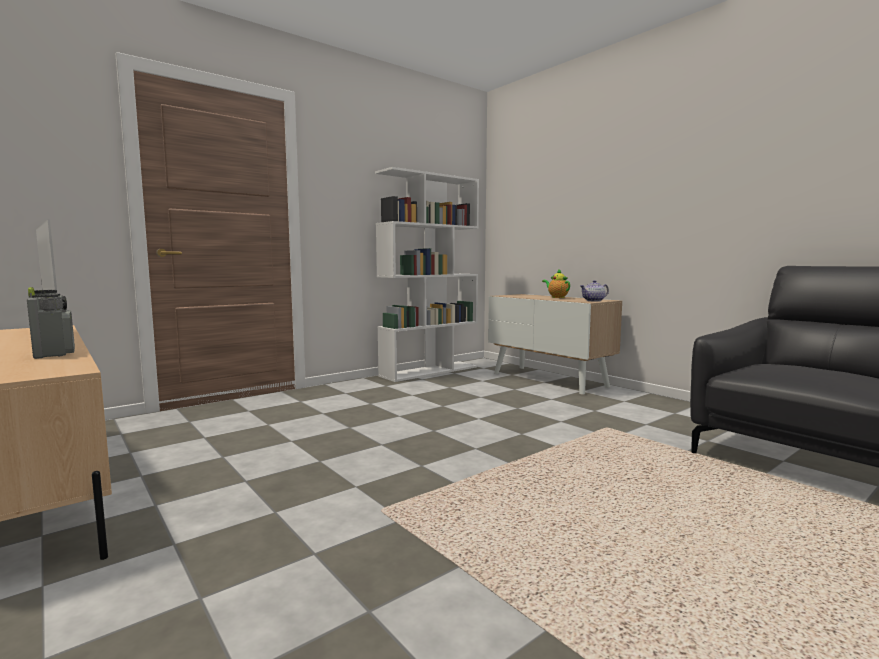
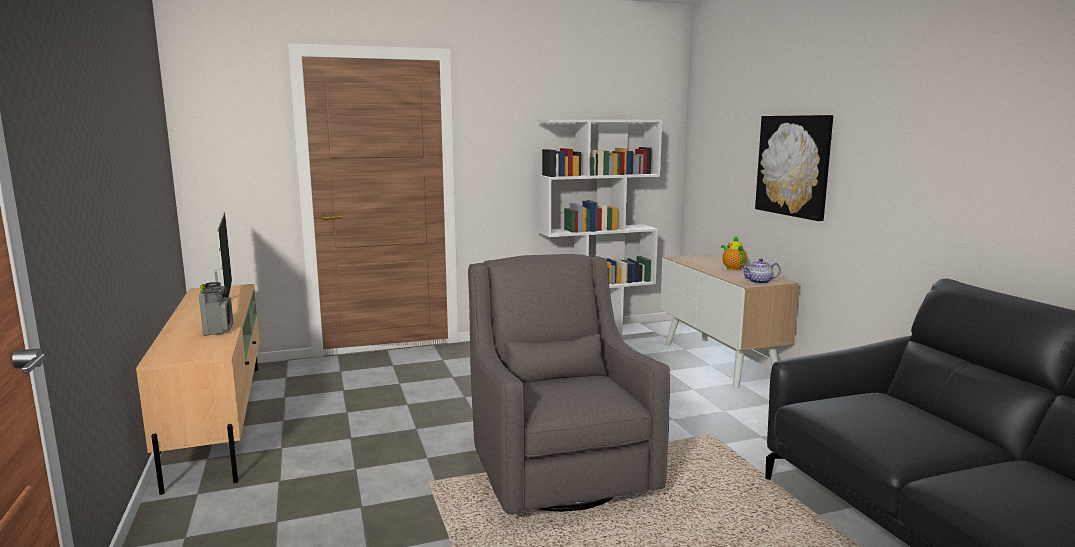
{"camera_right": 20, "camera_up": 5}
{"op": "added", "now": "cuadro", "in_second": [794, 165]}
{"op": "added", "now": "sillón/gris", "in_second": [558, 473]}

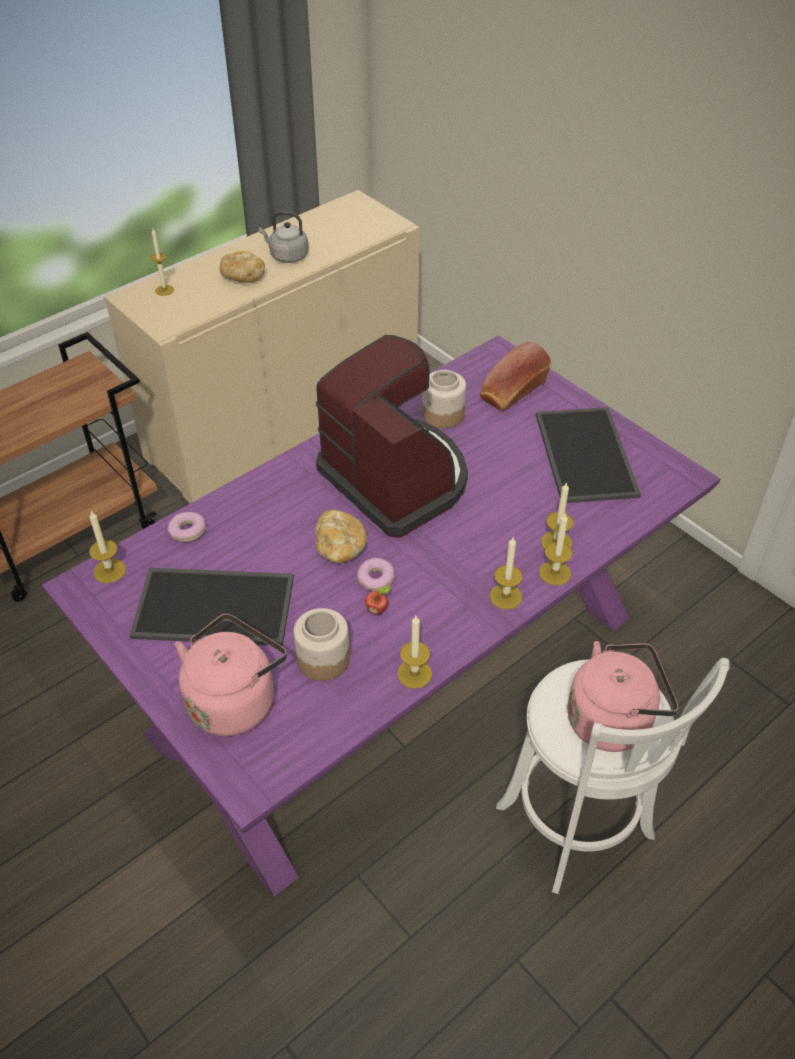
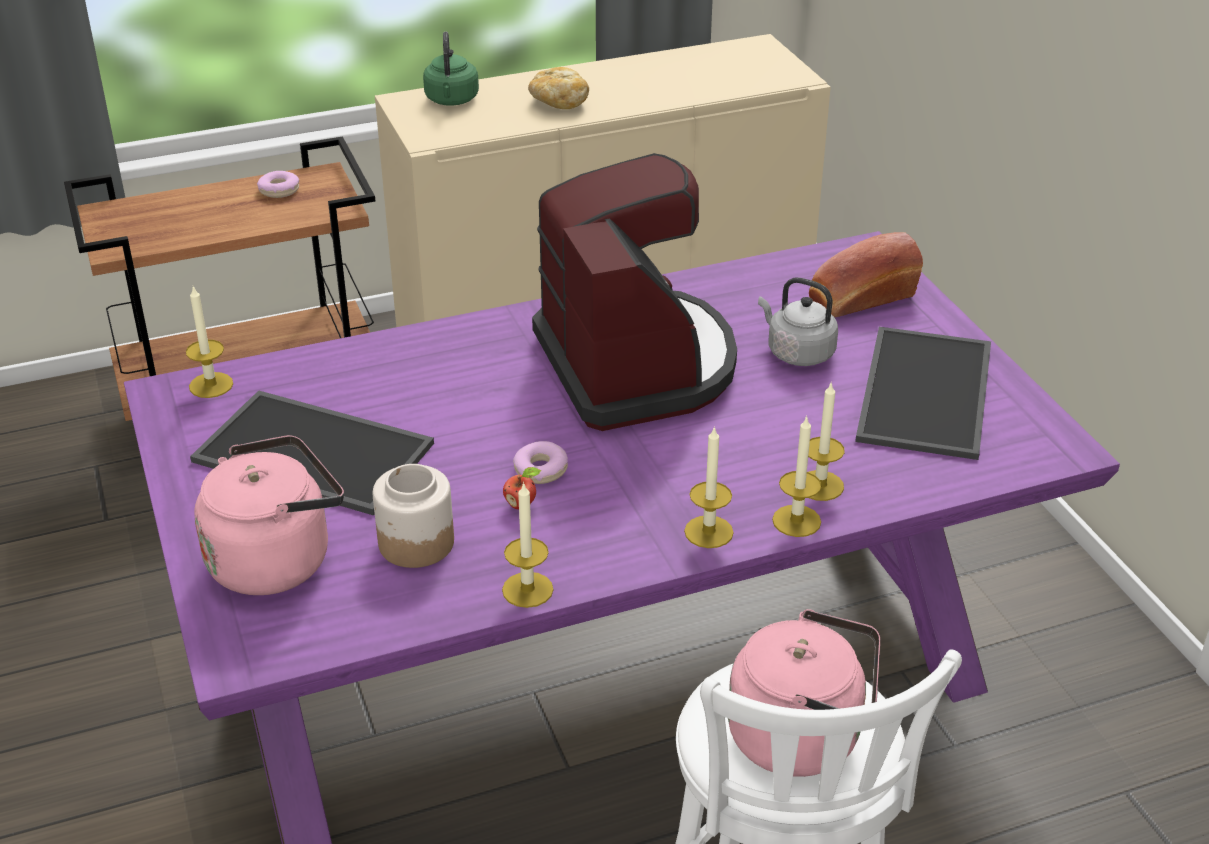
{"camera_right": 20, "camera_up": -10}
{"op": "moved", "was": "hervidor/gris", "in_first": [287, 256], "in_second": [797, 352]}
{"op": "replaced", "was": "vela", "now": "hervidor/verde", "in_first": [164, 290], "in_second": [451, 100]}
{"op": "removed", "was": "tarro", "in_first": [443, 415]}
{"op": "removed", "was": "pan", "in_first": [340, 547]}
{"op": "moved", "was": "rosquilla", "in_first": [187, 531], "in_second": [279, 190]}

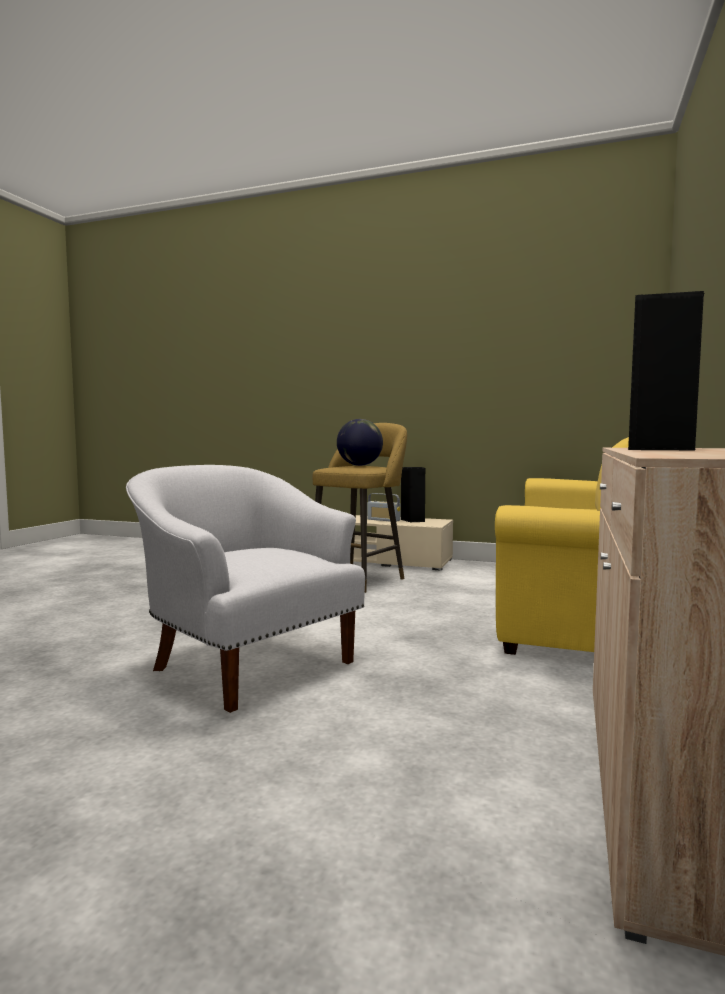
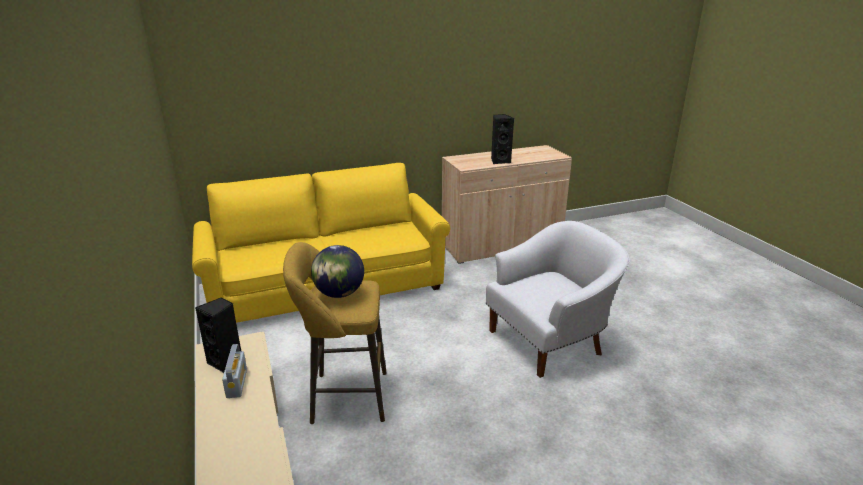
{"camera_right": -130, "camera_up": 20}
{"op": "turned", "was": "sillón/blanco", "in_first": [248, 664], "in_second": [549, 342], "clockwise": -120}

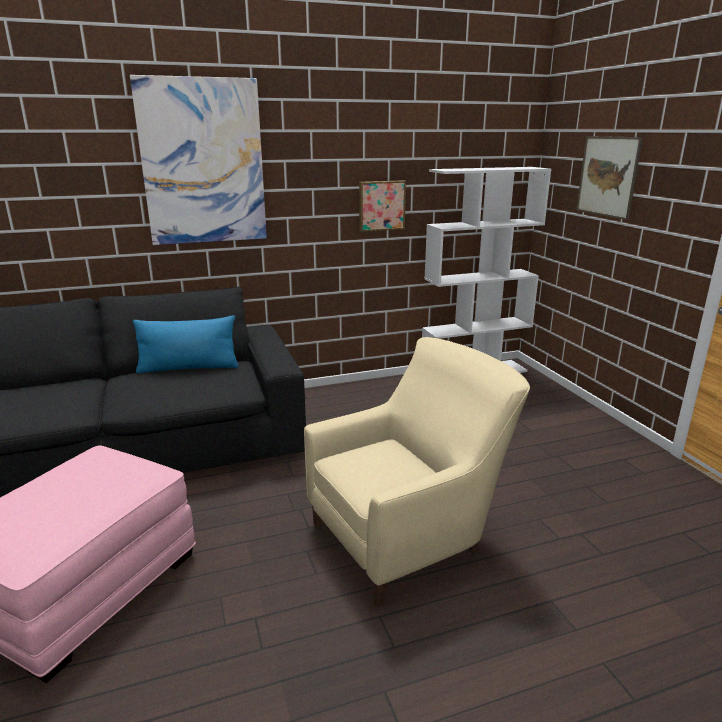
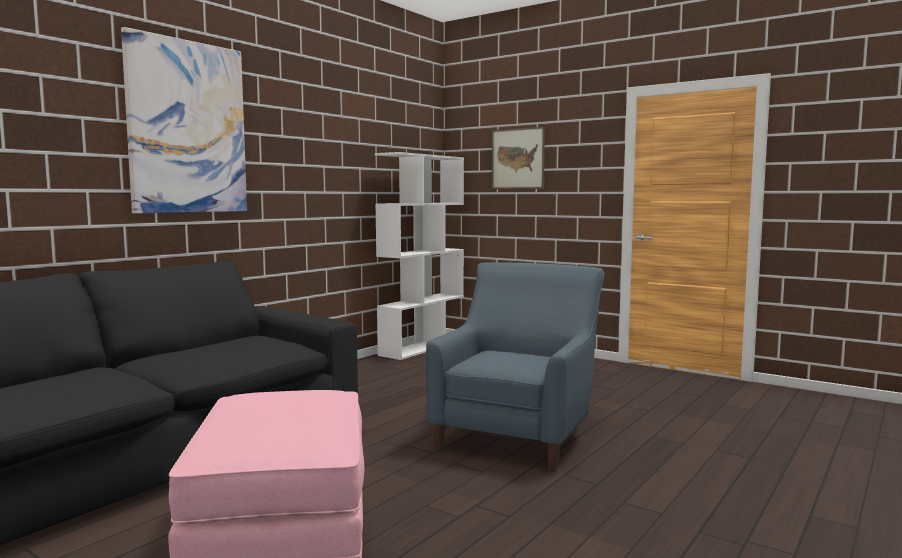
{"camera_right": -35, "camera_up": -15}
{"op": "removed", "was": "cuadro", "in_first": [381, 205]}
{"op": "removed", "was": "cojín/azul", "in_first": [188, 368]}
{"op": "recoloured", "was": "sillón/beis", "now": "sillón/azul", "in_first": [410, 535], "in_second": [519, 435]}

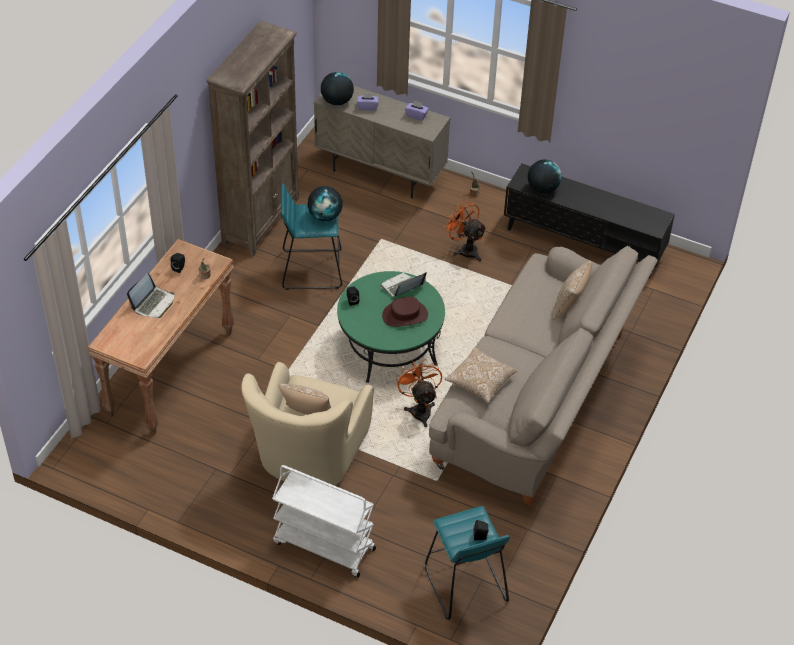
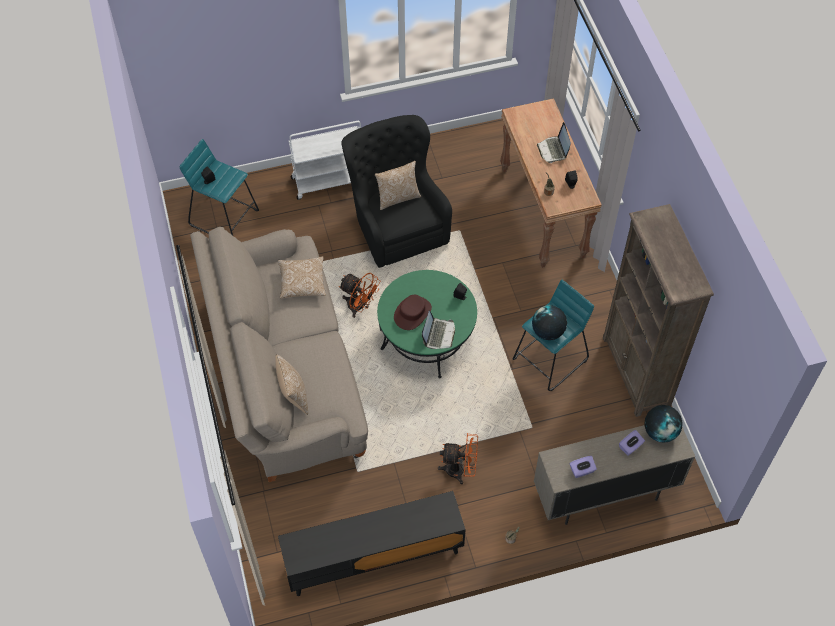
{"camera_right": 140, "camera_up": 10}
{"op": "removed", "was": "globo terráqueo", "in_first": [542, 189]}
{"op": "recoloured", "was": "sillón/beis", "now": "sillón/negro", "in_first": [308, 456], "in_second": [396, 224]}

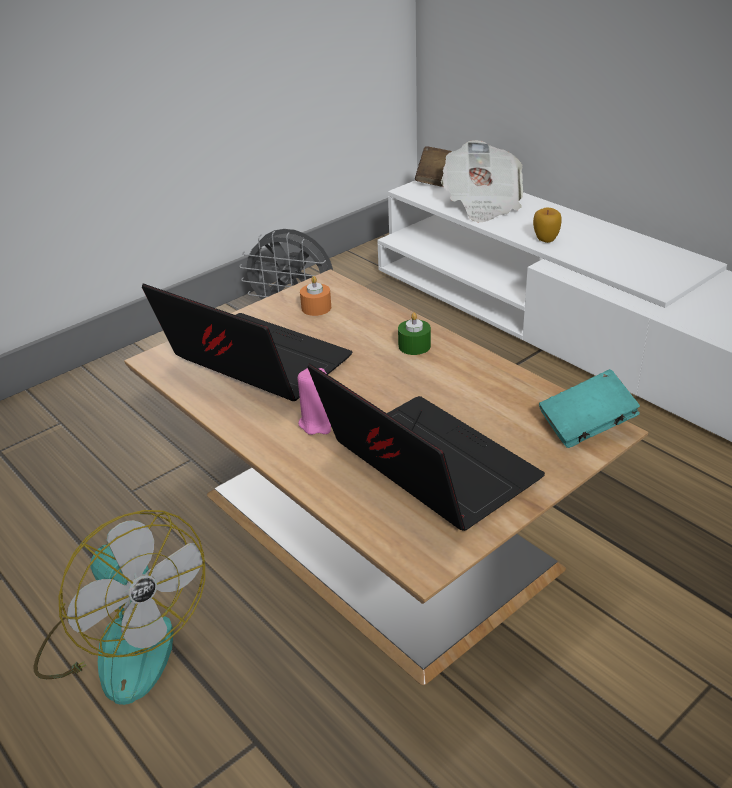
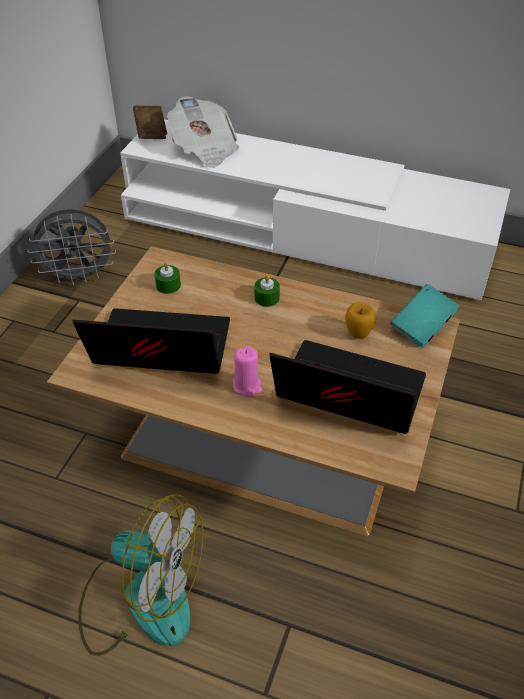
{"camera_right": -30, "camera_up": 10}
{"op": "moved", "was": "manzana", "in_first": [545, 239], "in_second": [358, 333]}
{"op": "recoloured", "was": "vela/naranja", "now": "vela/verde", "in_first": [316, 308], "in_second": [168, 285]}

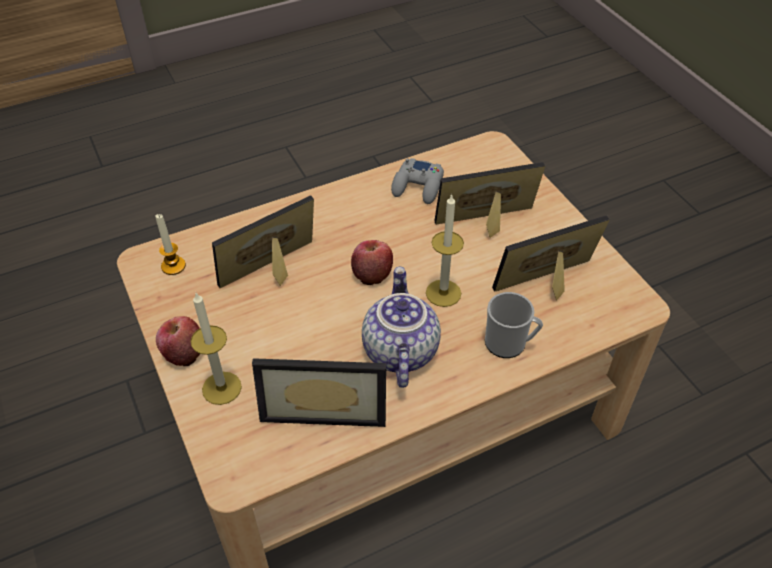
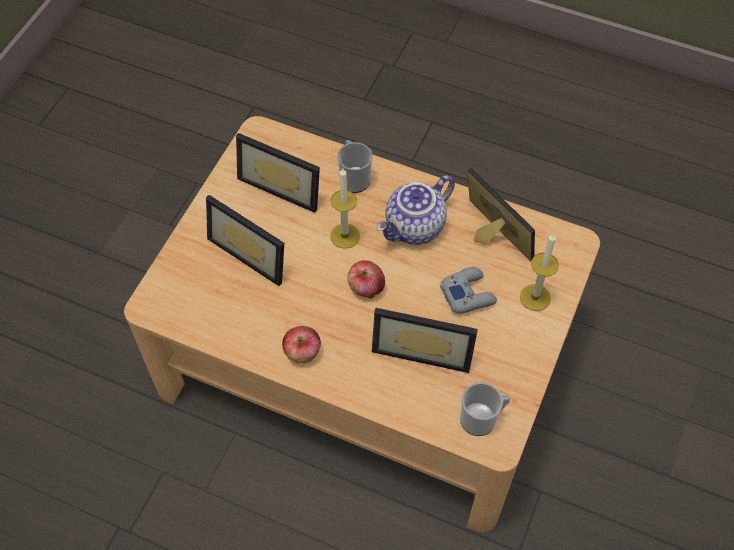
{"camera_right": -130, "camera_up": 10}
{"op": "moved", "was": "mando de consola/gris", "in_first": [418, 186], "in_second": [468, 294]}
{"op": "replaced", "was": "vela", "now": "taza grande", "in_first": [173, 266], "in_second": [482, 419]}
{"op": "moved", "was": "manzana", "in_first": [183, 352], "in_second": [302, 352]}

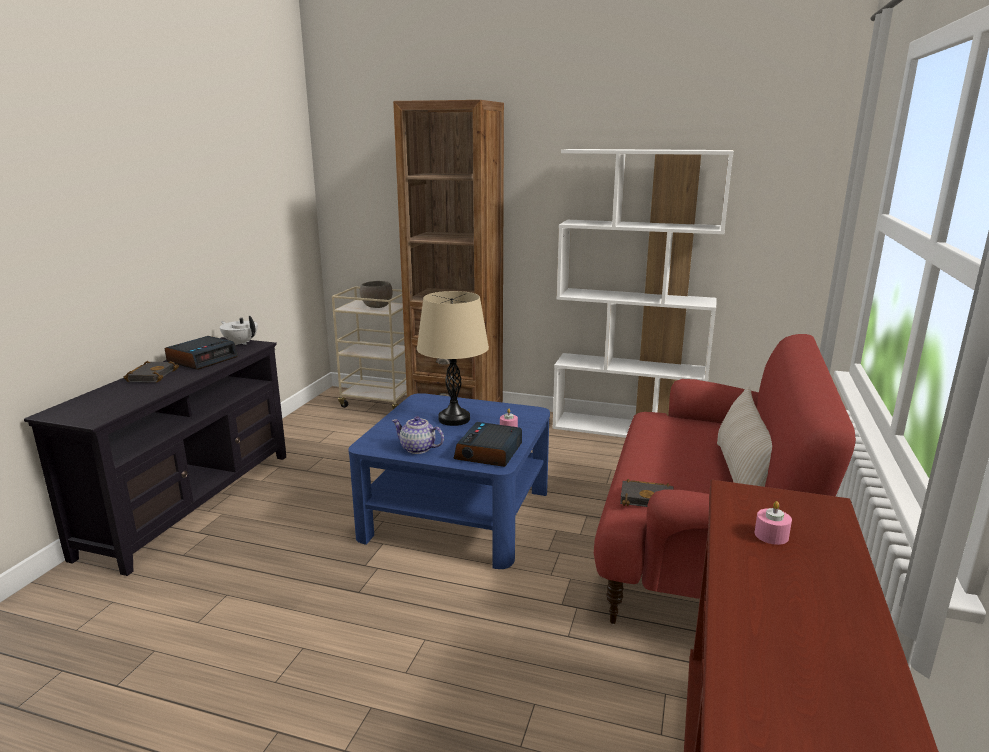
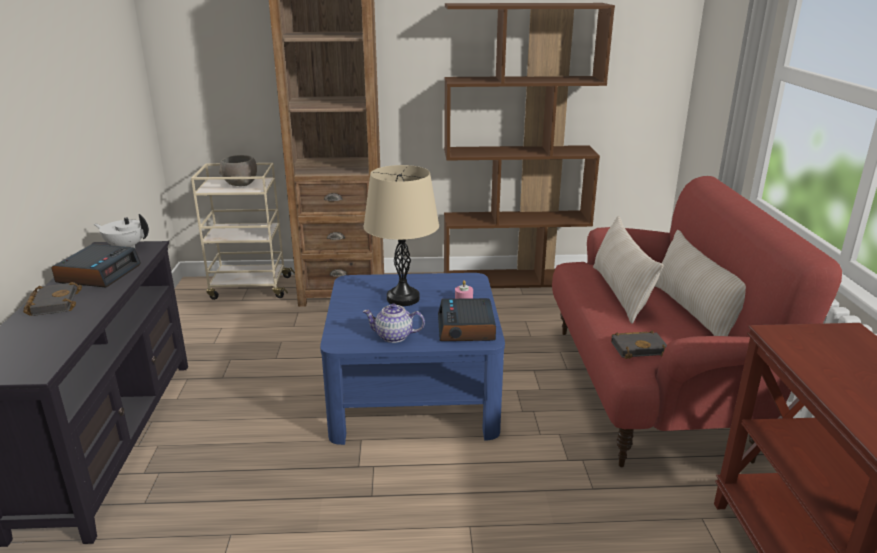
{"camera_right": -20, "camera_up": 5}
{"op": "recoloured", "was": "estantería/blanco", "now": "estantería/marrón", "in_first": [627, 429], "in_second": [514, 279]}
{"op": "removed", "was": "vela/rosa", "in_first": [771, 535]}
{"op": "added", "now": "cojín/beis", "in_second": [620, 293]}

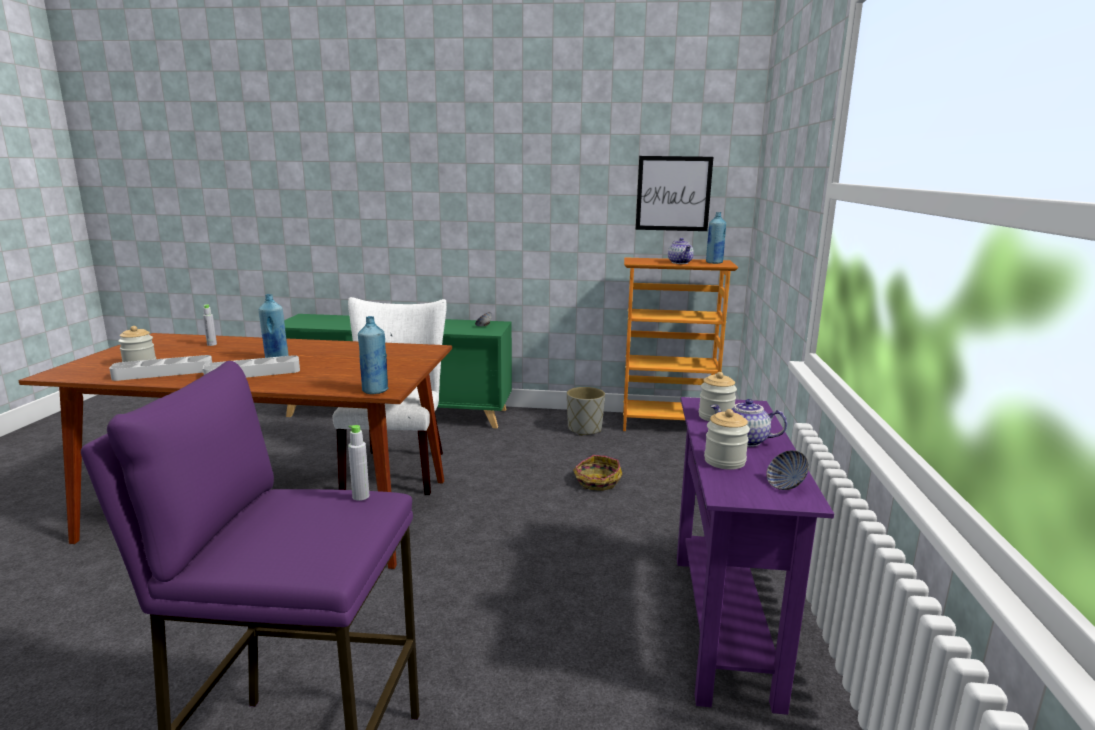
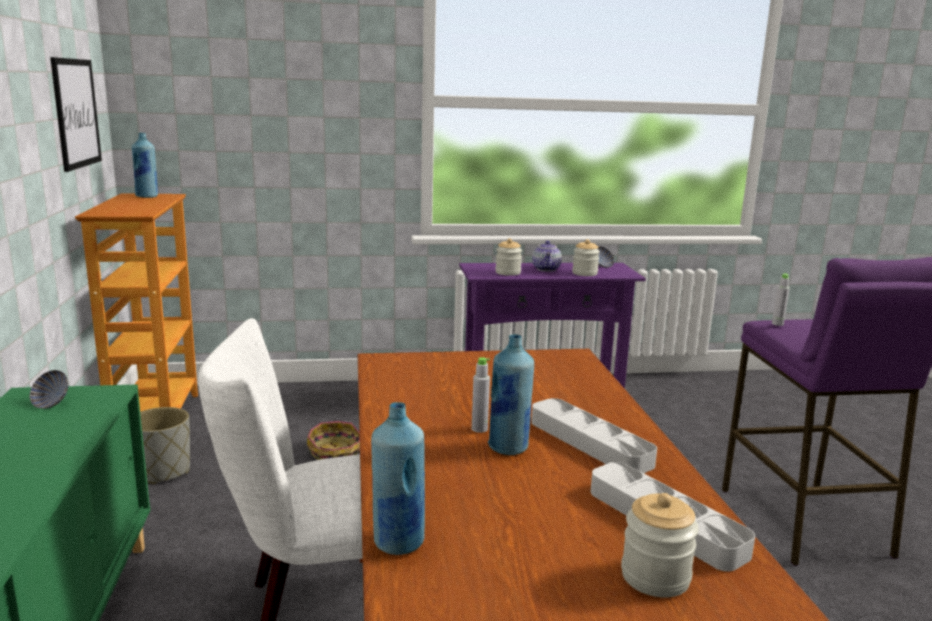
{"camera_right": -105, "camera_up": 0}
{"op": "removed", "was": "tetera", "in_first": [680, 263]}
{"op": "moved", "was": "botella/gris", "in_first": [212, 344], "in_second": [479, 429]}
{"op": "moved", "was": "botella/azul", "in_first": [375, 391], "in_second": [398, 542]}

